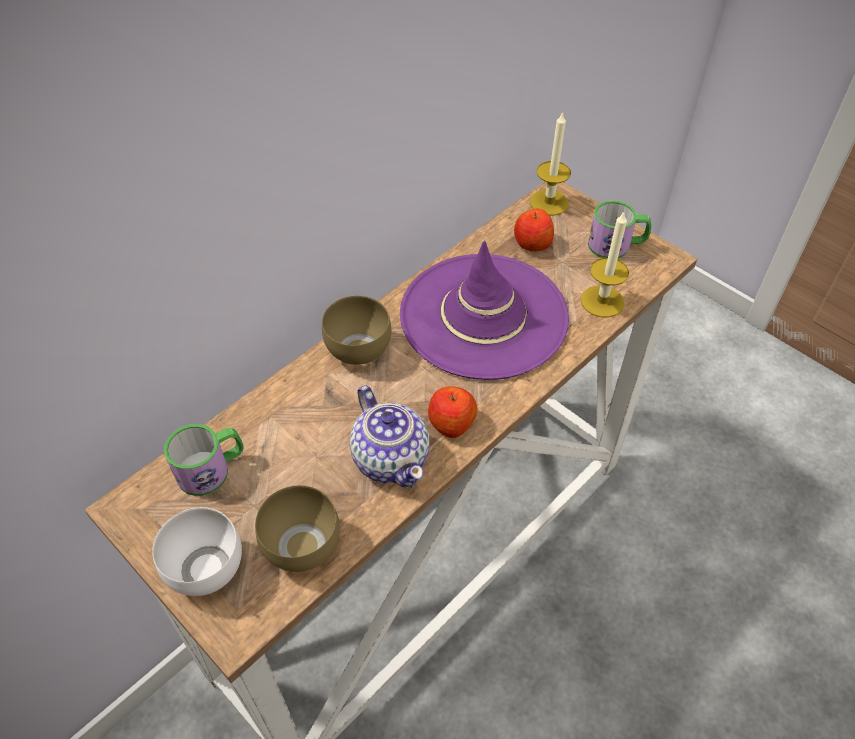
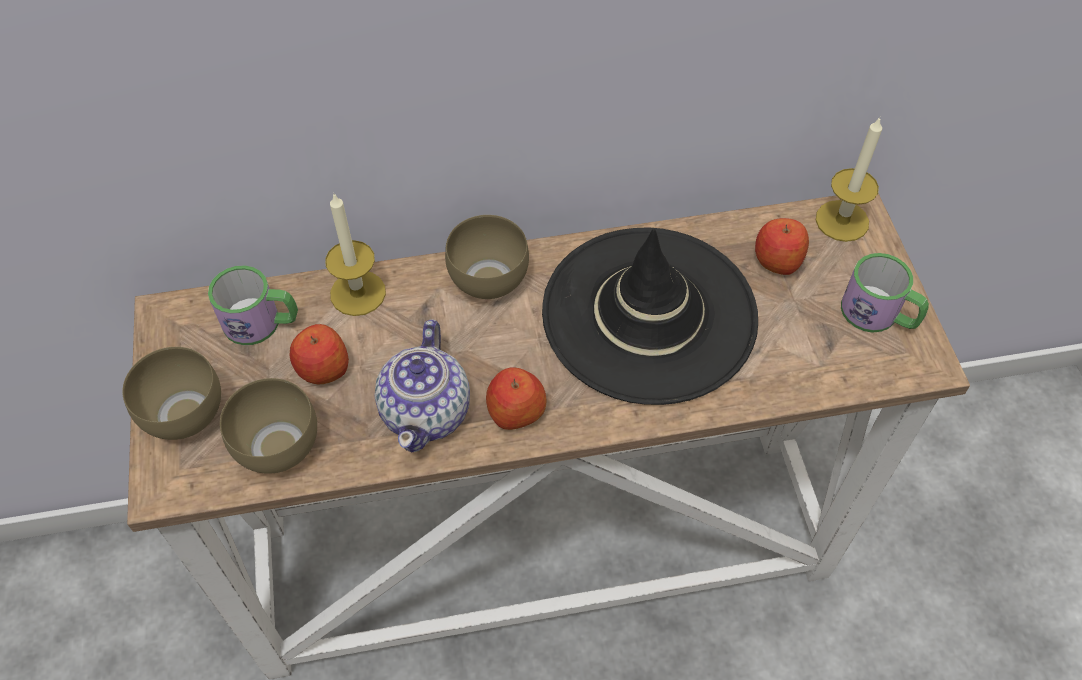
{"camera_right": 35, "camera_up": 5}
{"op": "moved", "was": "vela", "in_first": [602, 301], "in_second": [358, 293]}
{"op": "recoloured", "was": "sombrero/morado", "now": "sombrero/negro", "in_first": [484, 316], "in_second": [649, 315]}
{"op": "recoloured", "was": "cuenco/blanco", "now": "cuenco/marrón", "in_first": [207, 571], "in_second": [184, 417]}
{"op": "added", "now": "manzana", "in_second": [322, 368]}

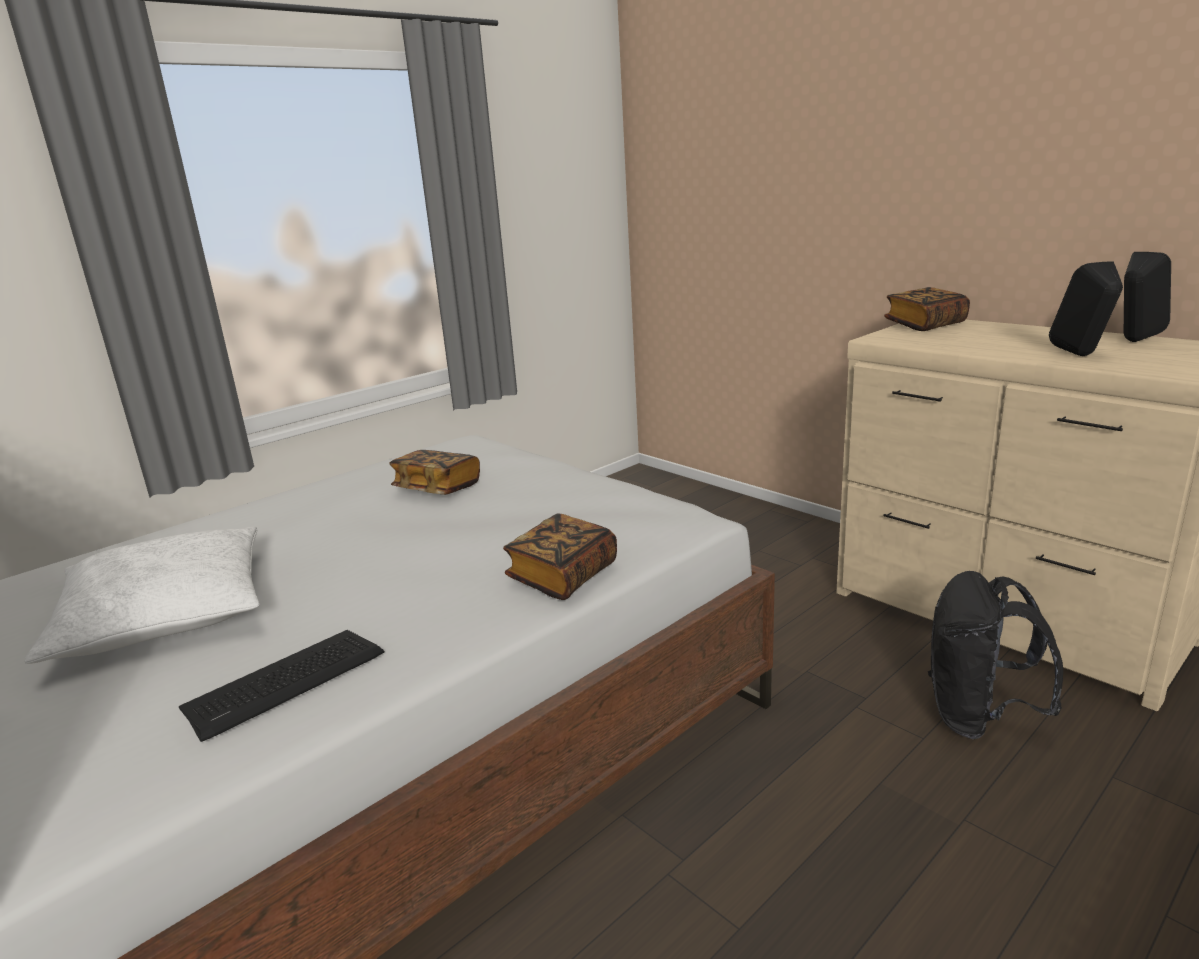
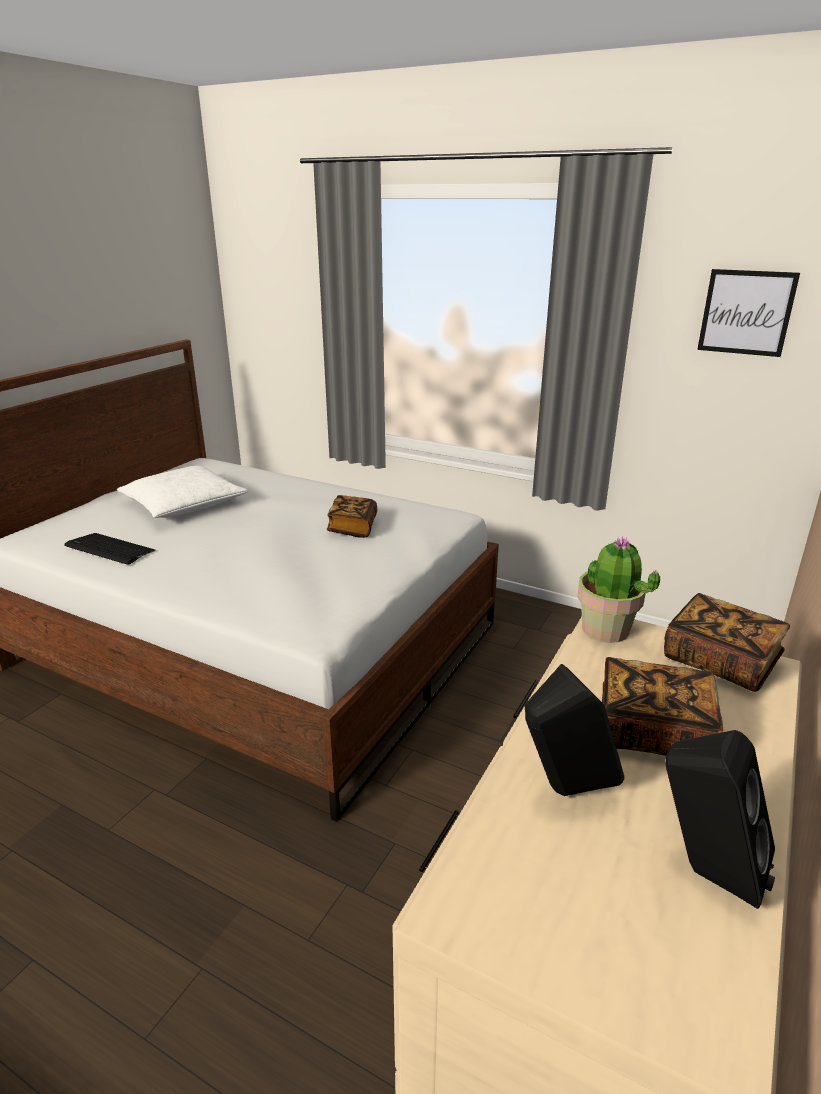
{"camera_right": 70, "camera_up": 5}
{"op": "moved", "was": "libro", "in_first": [563, 576], "in_second": [653, 731]}
{"op": "removed", "was": "mochila/negro", "in_first": [978, 717]}
{"op": "added", "now": "cuadro", "in_second": [746, 312]}
{"op": "added", "now": "planta en maceta", "in_second": [605, 630]}

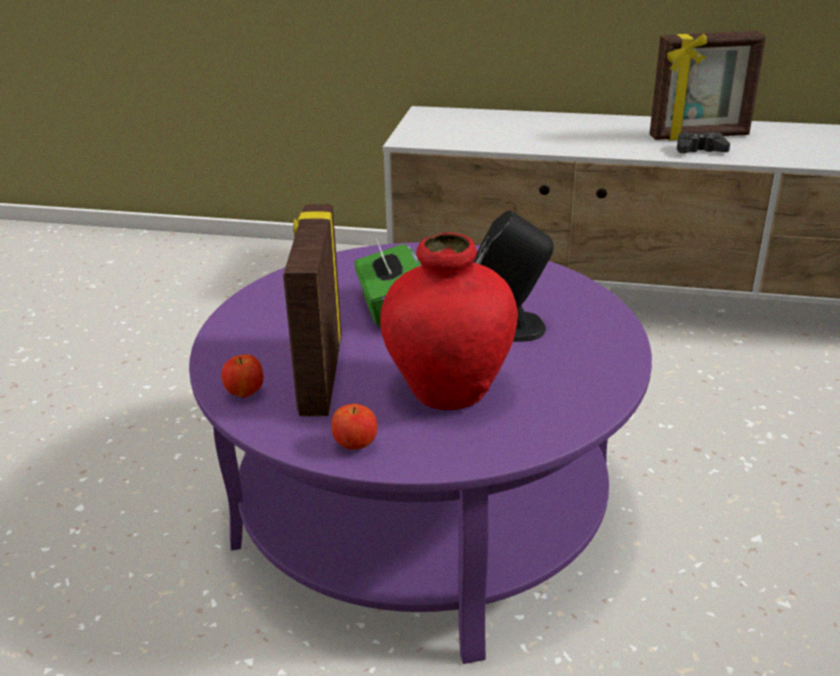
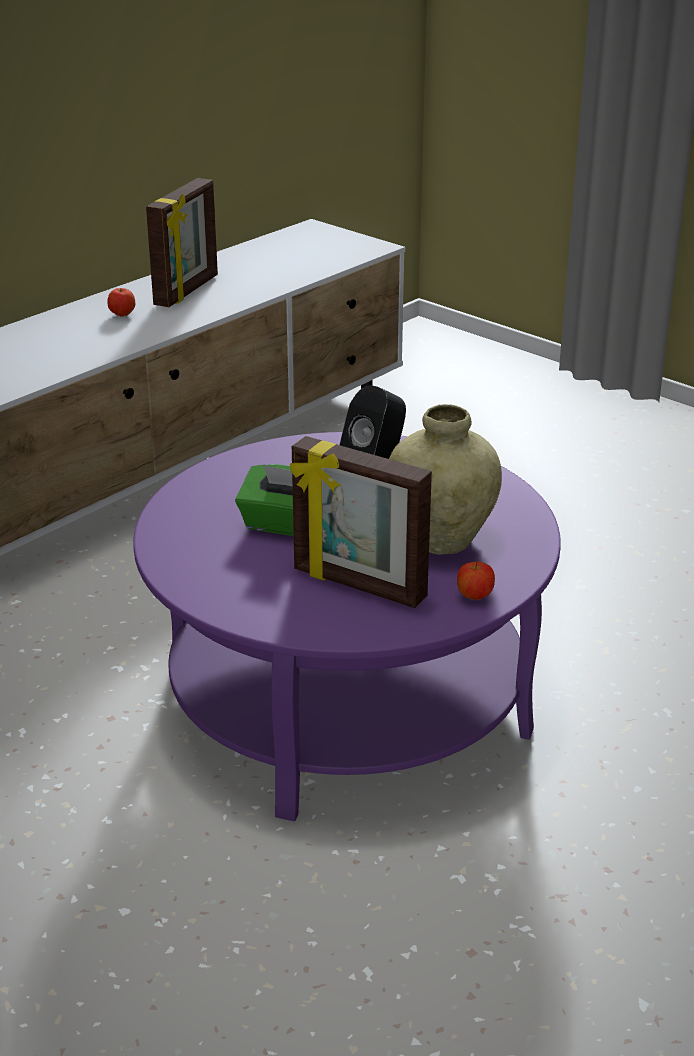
{"camera_right": -60, "camera_up": 0}
{"op": "removed", "was": "mando de consola/negro", "in_first": [699, 150]}
{"op": "recoloured", "was": "florero/rojo", "now": "florero/beis", "in_first": [448, 391], "in_second": [441, 540]}
{"op": "moved", "was": "manzana", "in_first": [245, 393], "in_second": [122, 315]}

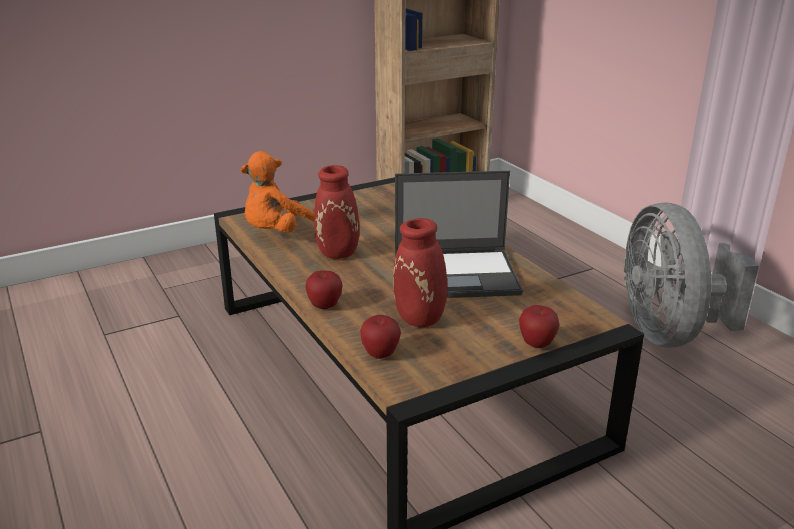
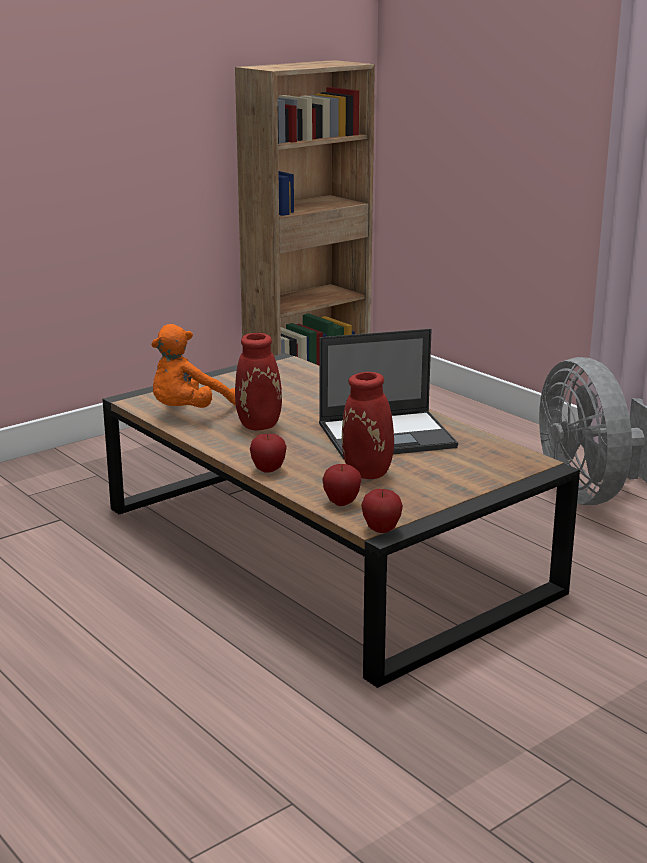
{"camera_right": -10, "camera_up": -5}
{"op": "moved", "was": "manzana", "in_first": [537, 344], "in_second": [381, 530]}

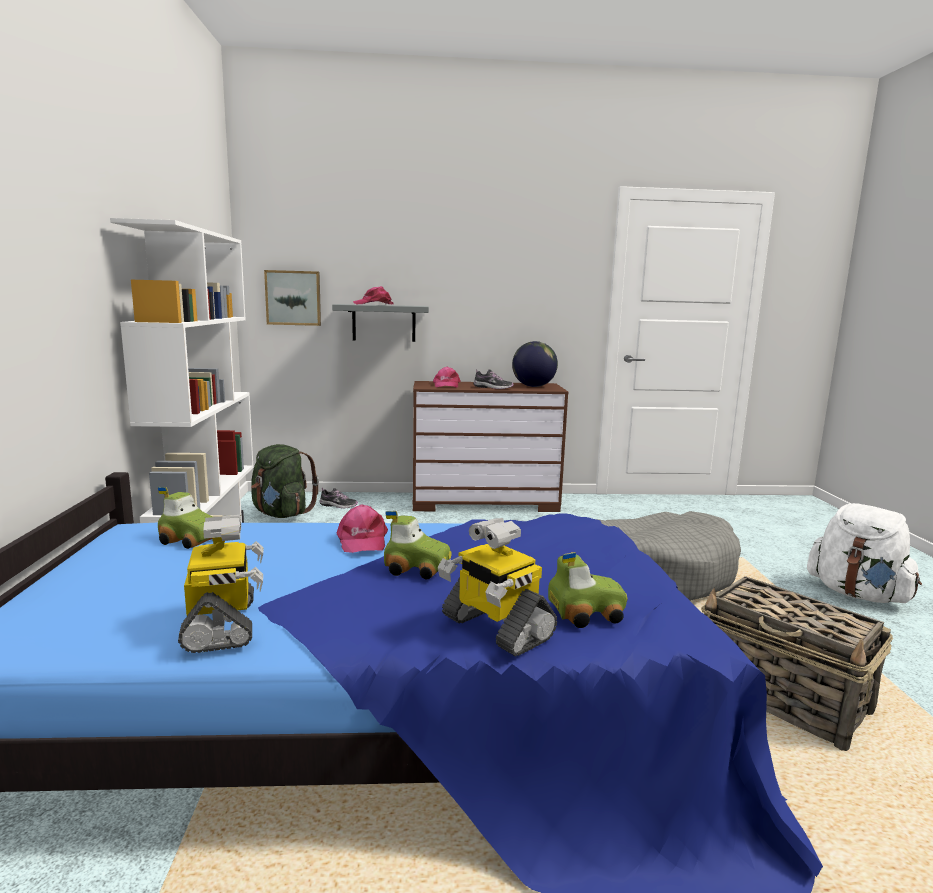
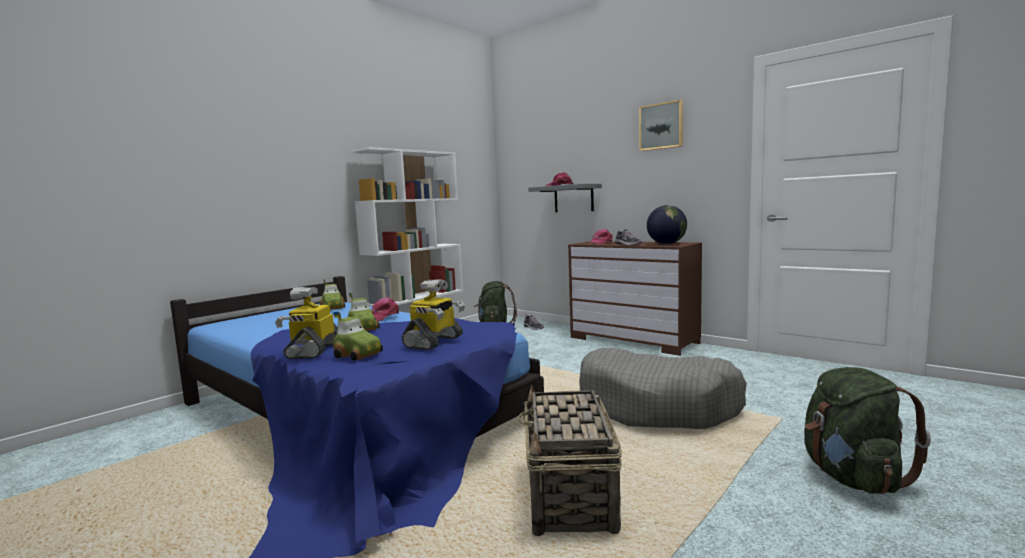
{"camera_right": 45, "camera_up": -5}
{"op": "moved", "was": "cuadro", "in_first": [293, 298], "in_second": [661, 126]}
{"op": "recoloured", "was": "mochila/blanco", "now": "mochila/verde", "in_first": [858, 594], "in_second": [852, 477]}
{"op": "moved", "was": "robot de juguete", "in_first": [223, 625], "in_second": [434, 342]}

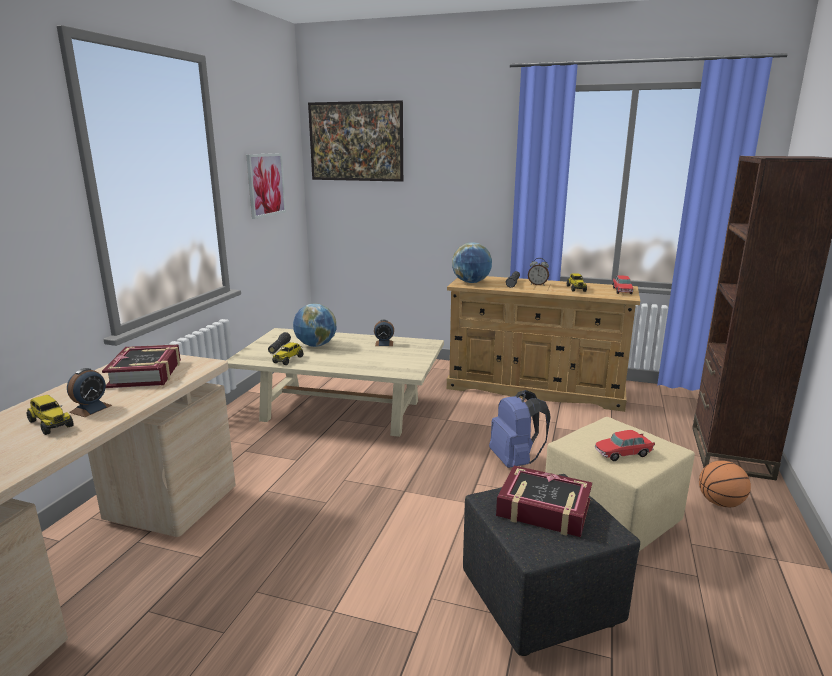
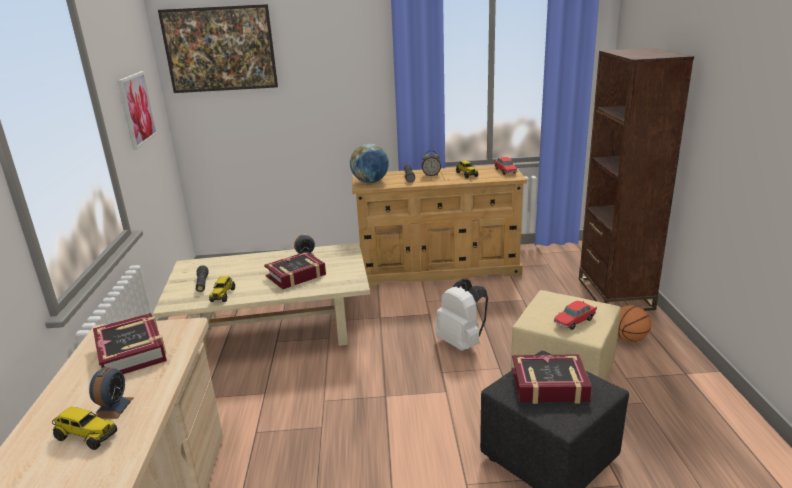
{"camera_right": -20, "camera_up": 5}
{"op": "removed", "was": "globo terráqueo", "in_first": [315, 345]}
{"op": "recoloured", "was": "mochila/azul", "now": "mochila/blanco", "in_first": [515, 461], "in_second": [462, 343]}
{"op": "added", "now": "libro", "in_second": [296, 275]}

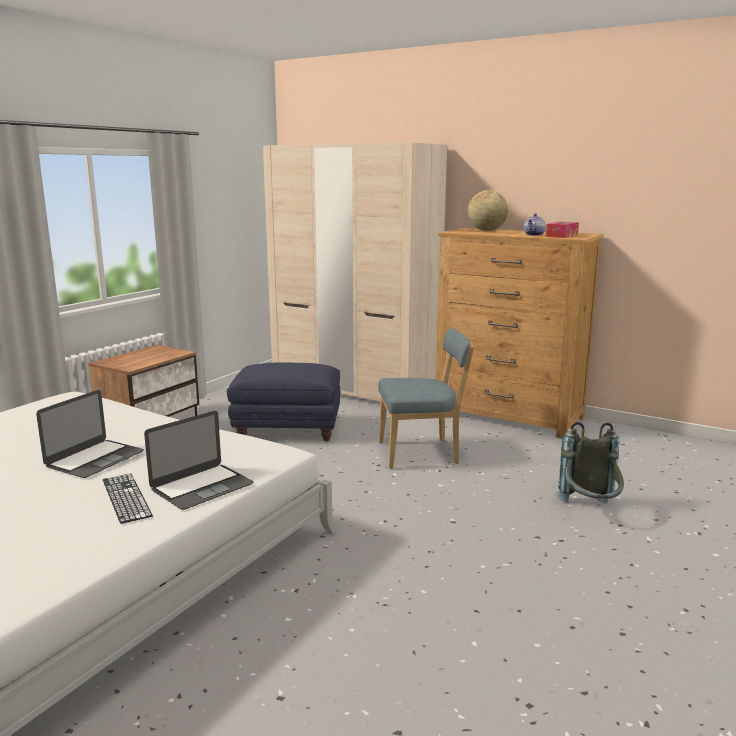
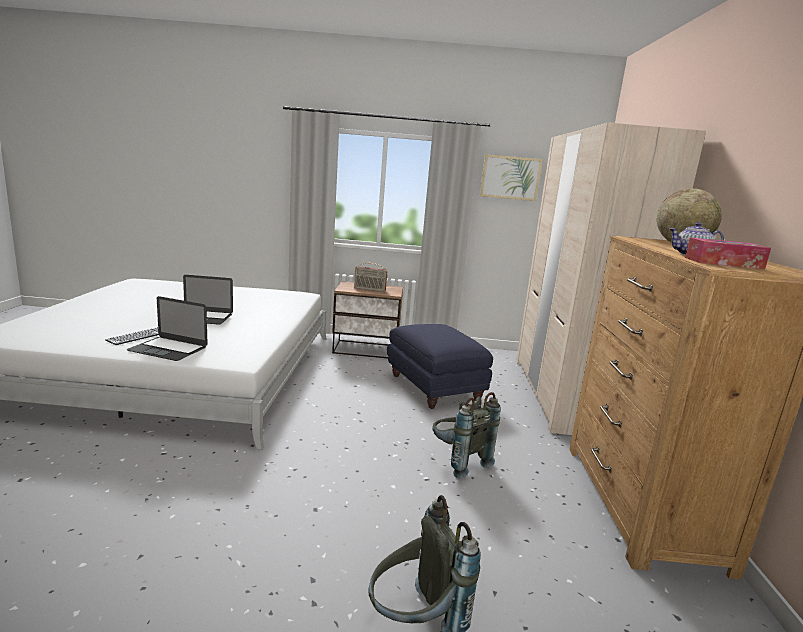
{"camera_right": 60, "camera_up": 0}
{"op": "replaced", "was": "silla/azul", "now": "mochila/gris", "in_first": [422, 453], "in_second": [457, 461]}
{"op": "added", "now": "cuadro", "in_second": [510, 177]}
{"op": "added", "now": "radio", "in_second": [369, 289]}

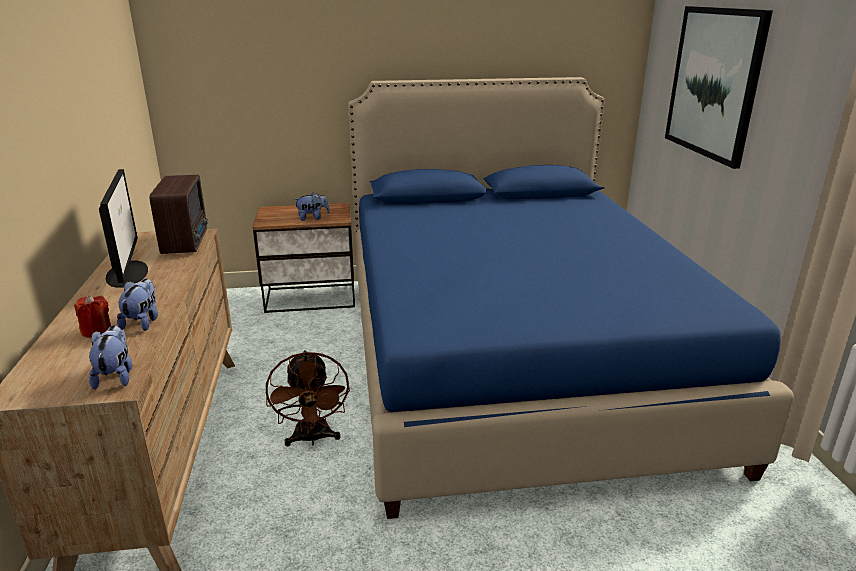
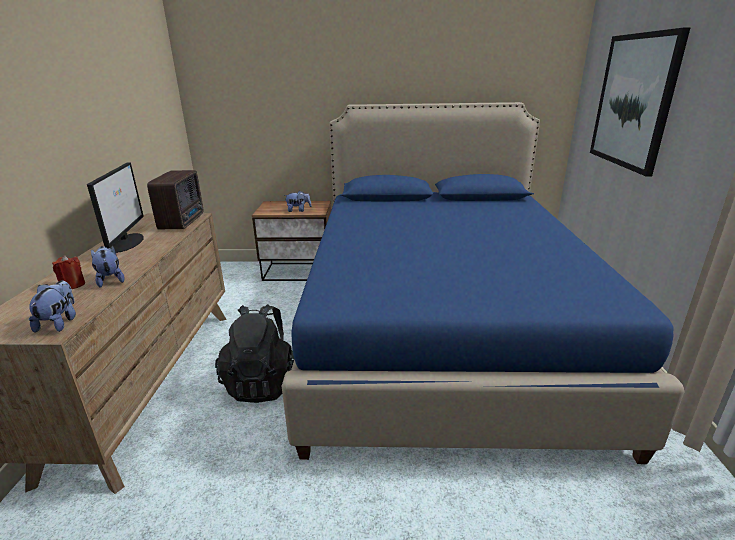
{"camera_right": 10, "camera_up": 0}
{"op": "turned", "was": "peluche", "in_first": [143, 322], "in_second": [110, 280], "clockwise": -45}
{"op": "replaced", "was": "ventilador/marrón", "now": "mochila/negro", "in_first": [312, 439], "in_second": [263, 383]}

